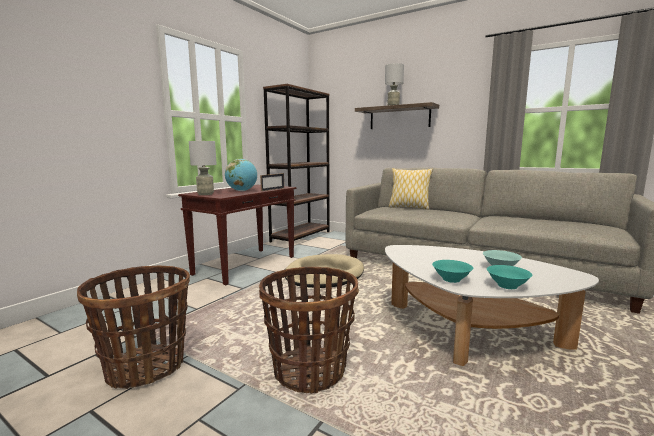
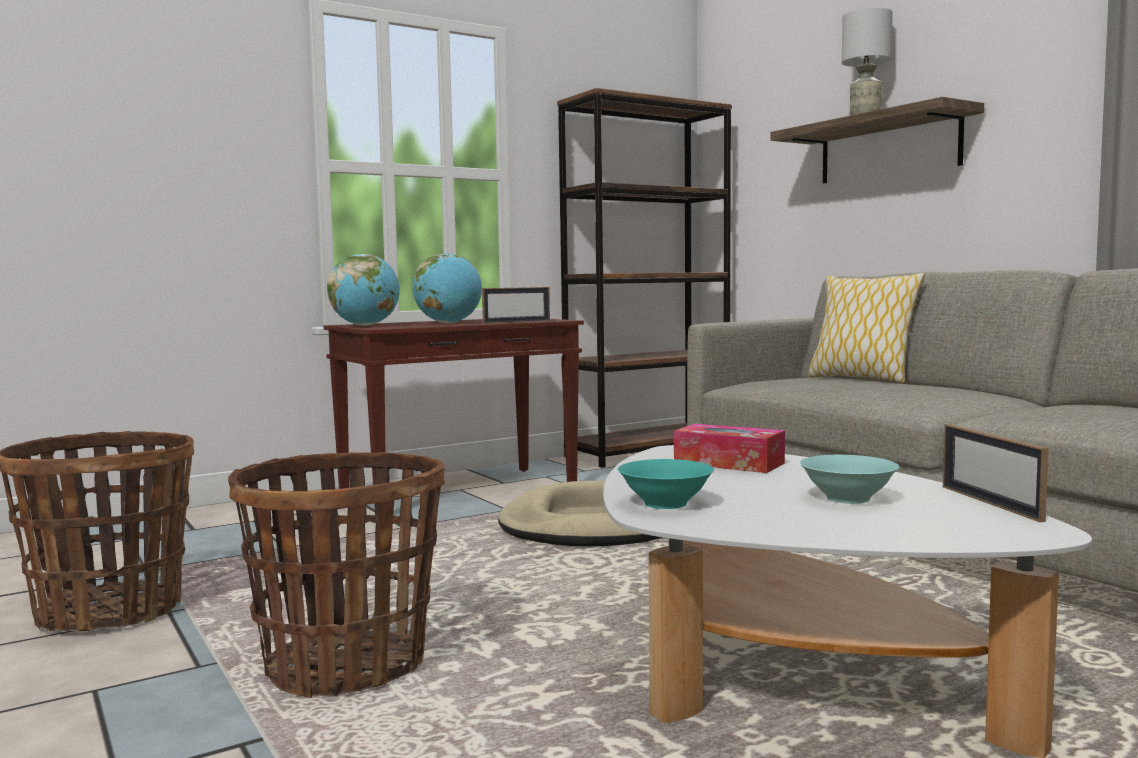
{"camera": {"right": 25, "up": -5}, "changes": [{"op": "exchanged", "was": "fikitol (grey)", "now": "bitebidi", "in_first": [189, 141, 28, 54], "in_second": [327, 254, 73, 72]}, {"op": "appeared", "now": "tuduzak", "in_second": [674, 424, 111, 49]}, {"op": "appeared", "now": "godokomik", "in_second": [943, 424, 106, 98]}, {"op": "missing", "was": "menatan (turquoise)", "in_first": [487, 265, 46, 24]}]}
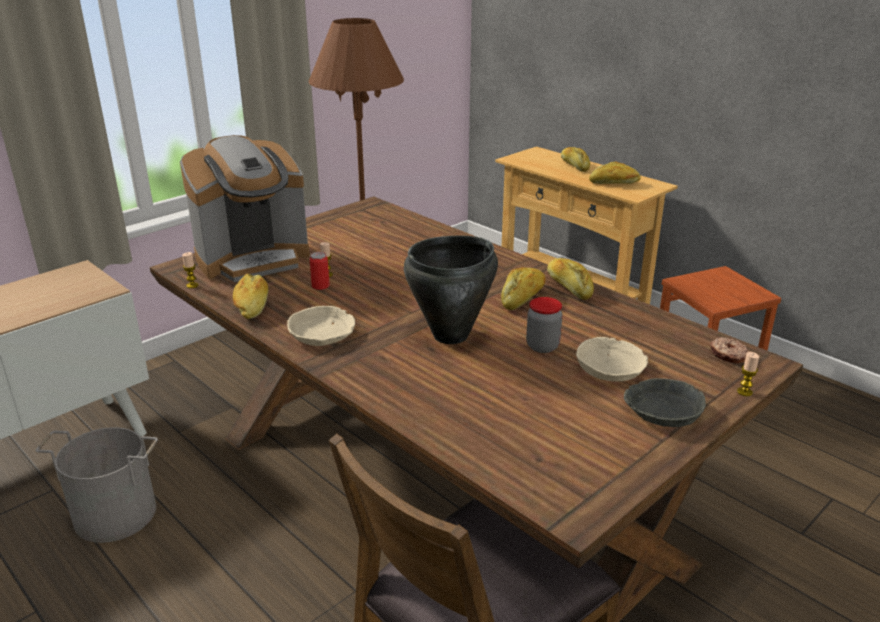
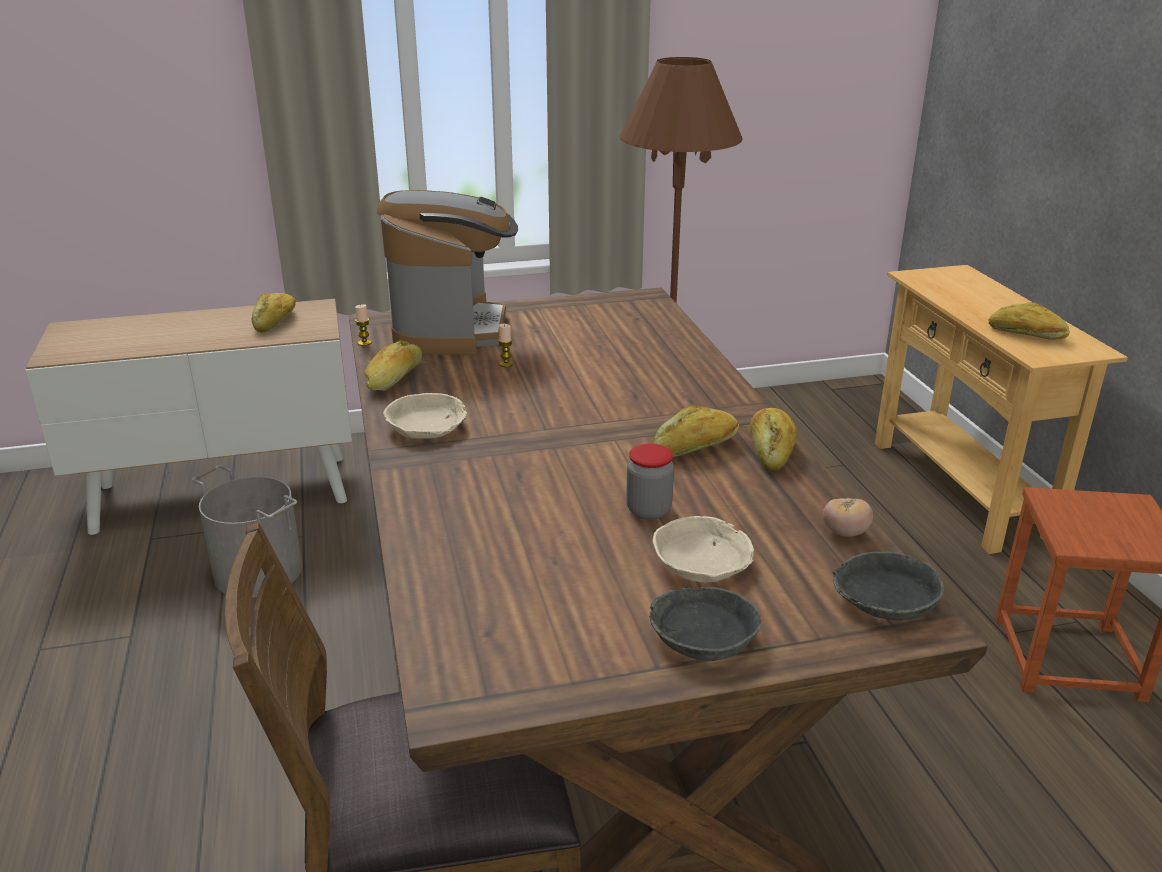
{"camera": {"right": 30, "up": 0}, "changes": [{"op": "relocated", "was": "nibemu", "in_first": [561, 147, 29, 25], "in_second": [252, 293, 44, 39]}, {"op": "spun", "was": "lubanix", "in_first": [180, 135, 130, 147], "in_second": [377, 190, 141, 165], "clockwise": -90}, {"op": "appeared", "now": "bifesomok", "in_second": [823, 498, 50, 39]}, {"op": "exchanged", "was": "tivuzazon", "now": "menatan (grey)", "in_first": [710, 337, 39, 26], "in_second": [832, 552, 112, 68]}, {"op": "missing", "was": "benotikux", "in_first": [310, 252, 20, 38]}, {"op": "missing", "was": "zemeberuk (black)", "in_first": [404, 236, 94, 108]}, {"op": "missing", "was": "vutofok", "in_first": [737, 352, 22, 44]}]}
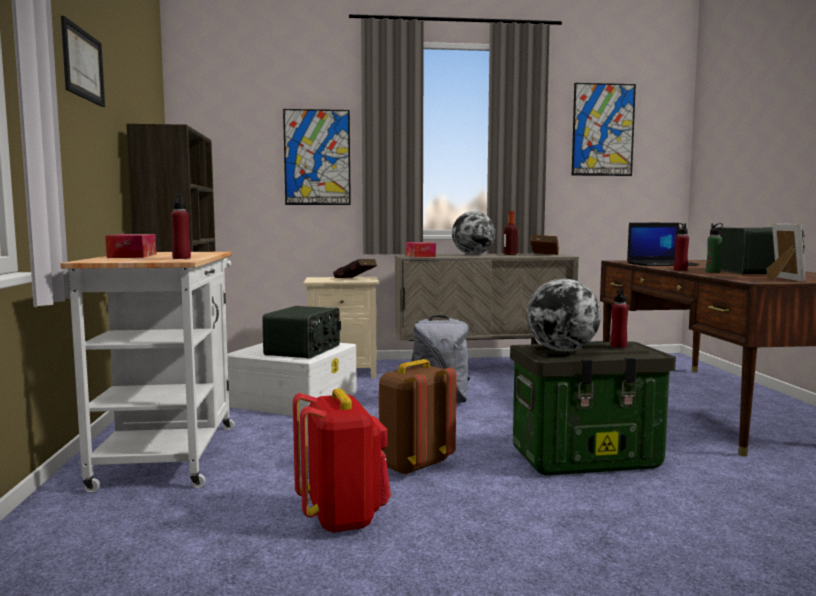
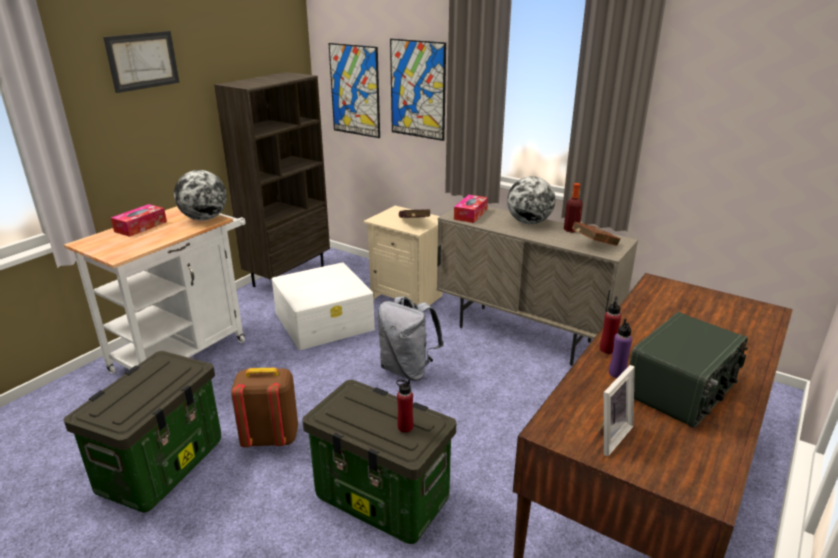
{"camera": {"right": 40, "up": 20}, "changes": [{"op": "exchanged", "was": "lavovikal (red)", "now": "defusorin", "in_first": [293, 388, 98, 145], "in_second": [64, 351, 157, 162]}, {"op": "relocated", "was": "bitebidi", "in_first": [526, 279, 75, 72], "in_second": [174, 170, 53, 51]}, {"op": "relocated", "was": "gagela", "in_first": [572, 83, 64, 93], "in_second": [329, 43, 51, 95]}, {"op": "colour", "was": "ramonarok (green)", "now": "ramonarok (purple)", "in_first": [706, 223, 17, 50], "in_second": [609, 319, 23, 59]}, {"op": "missing", "was": "ramonarok (red)", "in_first": [171, 194, 20, 65]}, {"op": "missing", "was": "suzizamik", "in_first": [262, 306, 79, 53]}, {"op": "missing", "was": "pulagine", "in_first": [627, 223, 73, 43]}]}
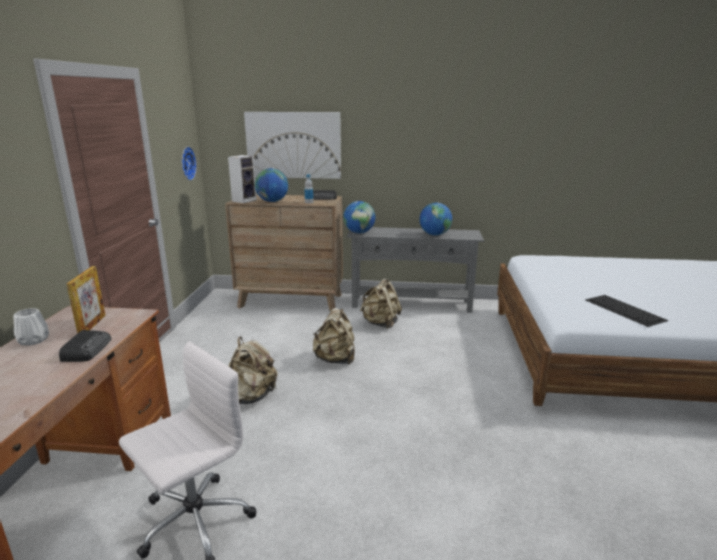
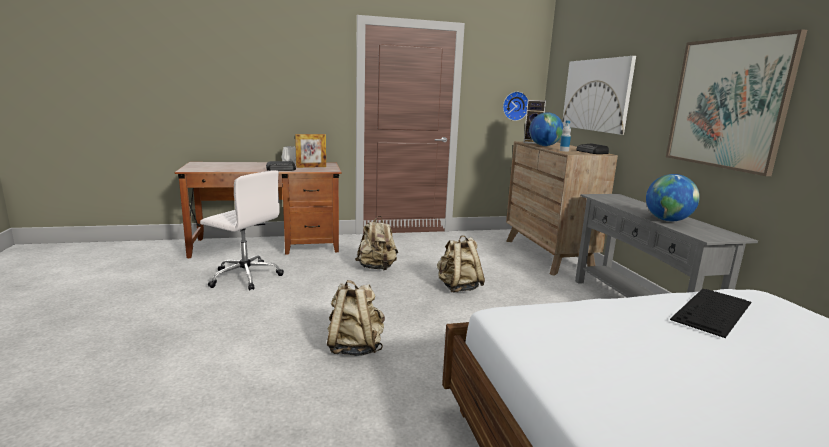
{"camera": {"right": 70, "up": -5}, "changes": [{"op": "relocated", "was": "lavovikal (beige)", "in_first": [360, 279, 42, 50], "in_second": [327, 280, 58, 76]}, {"op": "appeared", "now": "gagela", "in_second": [666, 29, 141, 147]}, {"op": "relocated", "was": "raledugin", "in_first": [585, 295, 83, 32], "in_second": [670, 289, 81, 49]}, {"op": "missing", "was": "bitebidi", "in_first": [343, 201, 32, 32]}]}
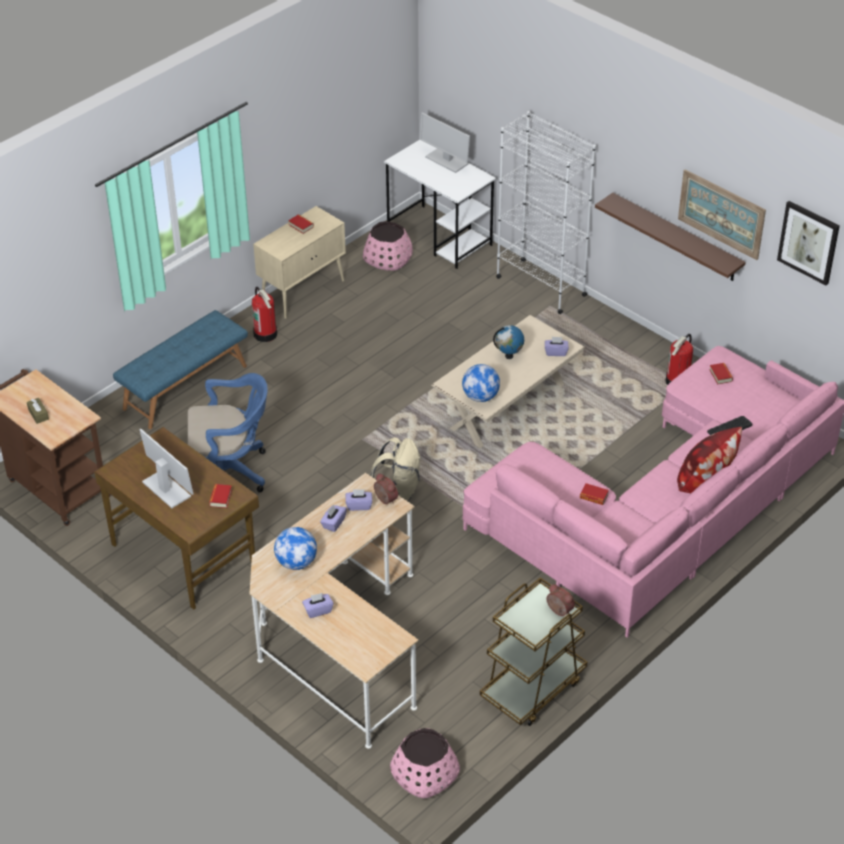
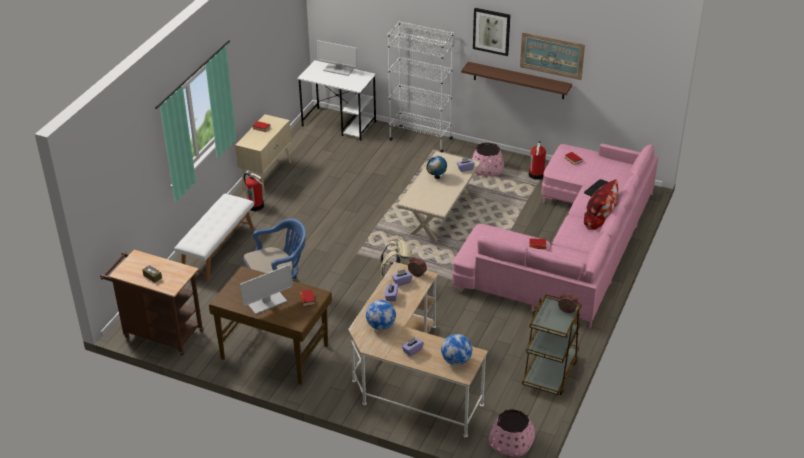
{"camera": {"right": -20, "up": -5}, "changes": [{"op": "colour", "was": "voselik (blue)", "now": "voselik (white)", "in_first": [113, 310, 135, 119], "in_second": [175, 194, 79, 88]}, {"op": "spun", "was": "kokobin", "in_first": [140, 429, 54, 79], "in_second": [240, 264, 53, 51], "clockwise": 120}, {"op": "relocated", "was": "bitebidi", "in_first": [462, 364, 38, 38], "in_second": [441, 334, 31, 31]}, {"op": "relocated", "was": "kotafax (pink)", "in_first": [363, 221, 50, 50], "in_second": [472, 143, 32, 33]}, {"op": "relocated", "was": "gagela", "in_first": [777, 201, 63, 84], "in_second": [473, 8, 38, 48]}]}
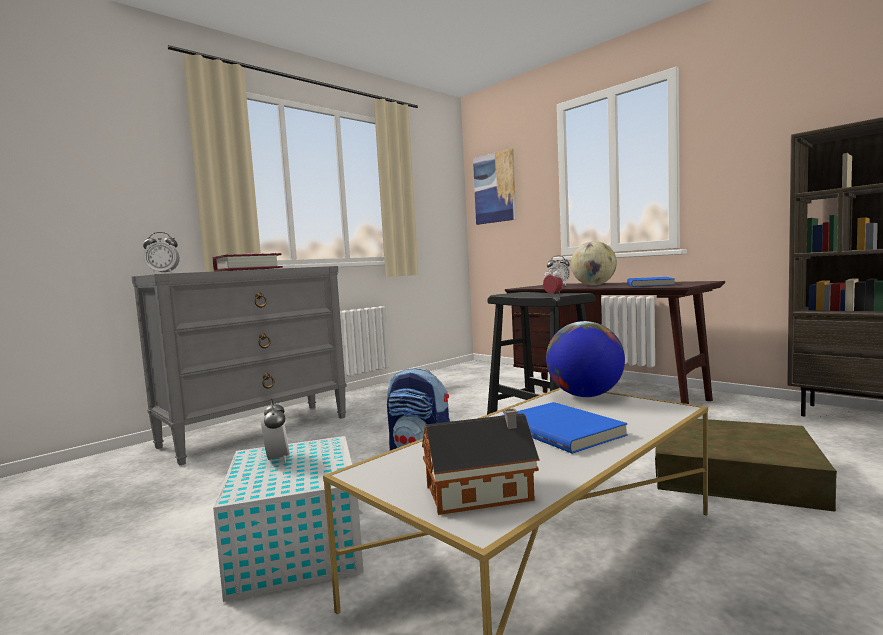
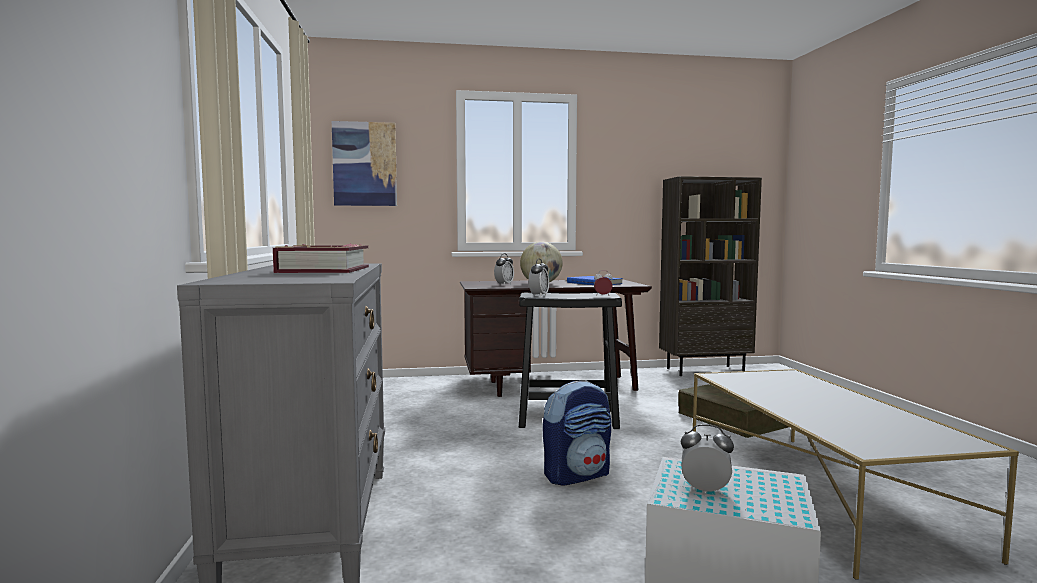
{"camera": {"right": -55, "up": 0}, "changes": [{"op": "relocated", "was": "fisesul", "in_first": [143, 232, 37, 42], "in_second": [529, 259, 20, 38]}, {"op": "missing", "was": "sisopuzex", "in_first": [422, 408, 117, 107]}, {"op": "missing", "was": "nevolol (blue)", "in_first": [502, 402, 126, 52]}, {"op": "missing", "was": "bitebidi", "in_first": [546, 321, 79, 76]}]}
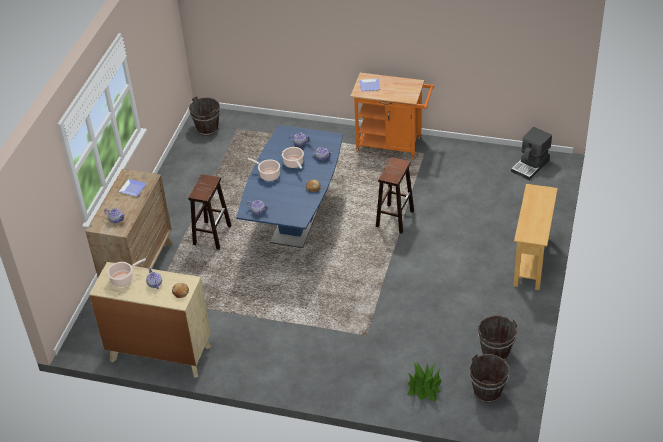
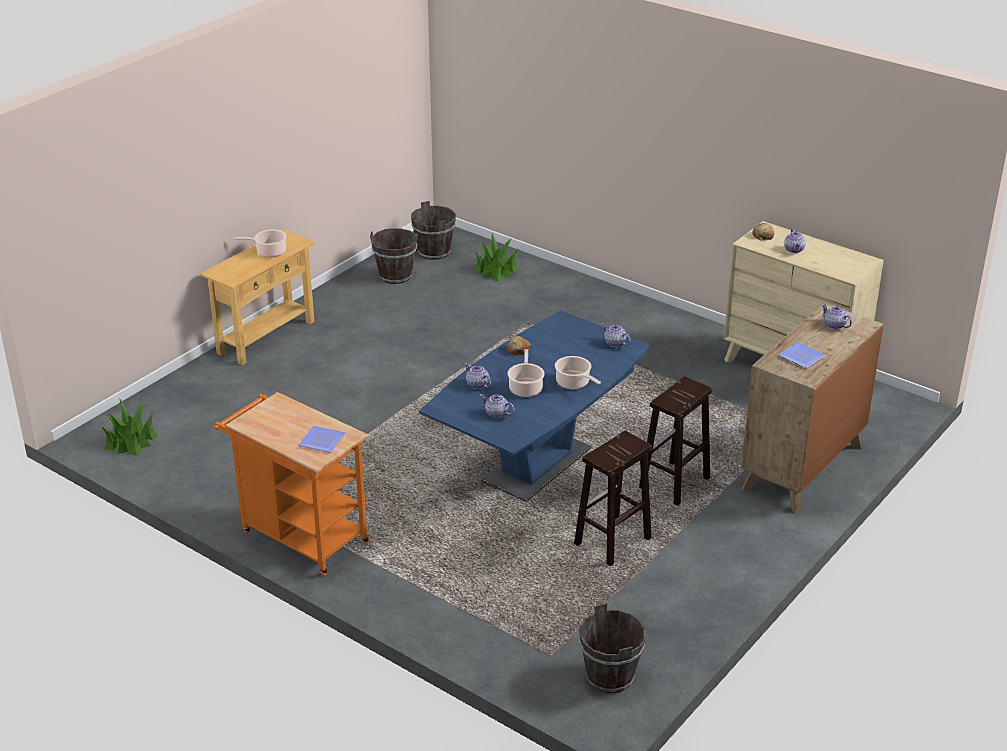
{"camera": {"right": -160, "up": -10}, "changes": [{"op": "exchanged", "was": "lubanix", "now": "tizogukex", "in_first": [511, 127, 41, 53], "in_second": [102, 399, 56, 57]}, {"op": "relocated", "was": "zemeberuk", "in_first": [107, 258, 39, 29], "in_second": [234, 230, 53, 27]}, {"op": "relocated", "was": "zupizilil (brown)", "in_first": [376, 157, 38, 77], "in_second": [574, 431, 78, 135]}]}
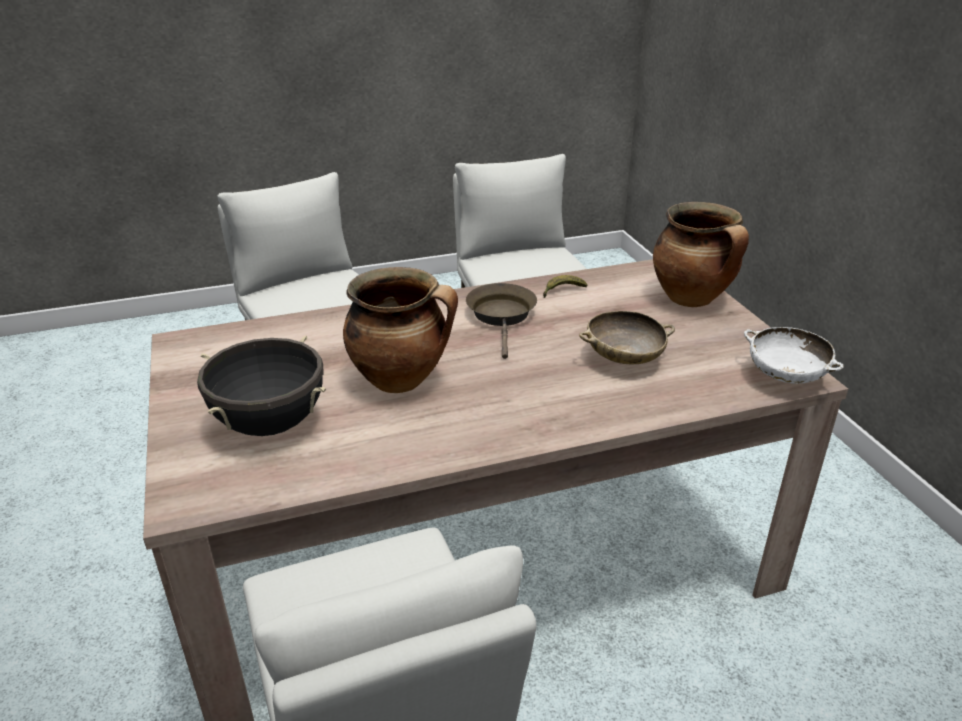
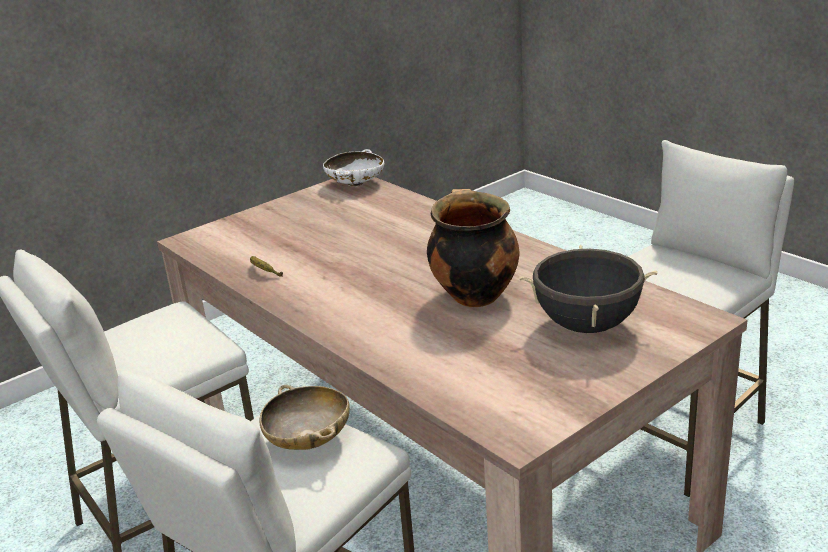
{"camera": {"right": -110, "up": -5}, "changes": [{"op": "relocated", "was": "menatan (beige)", "in_first": [579, 311, 96, 53], "in_second": [260, 385, 90, 65]}, {"op": "missing", "was": "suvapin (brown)", "in_first": [466, 283, 71, 76]}, {"op": "missing", "was": "zemeberuk", "in_first": [653, 202, 96, 105]}]}
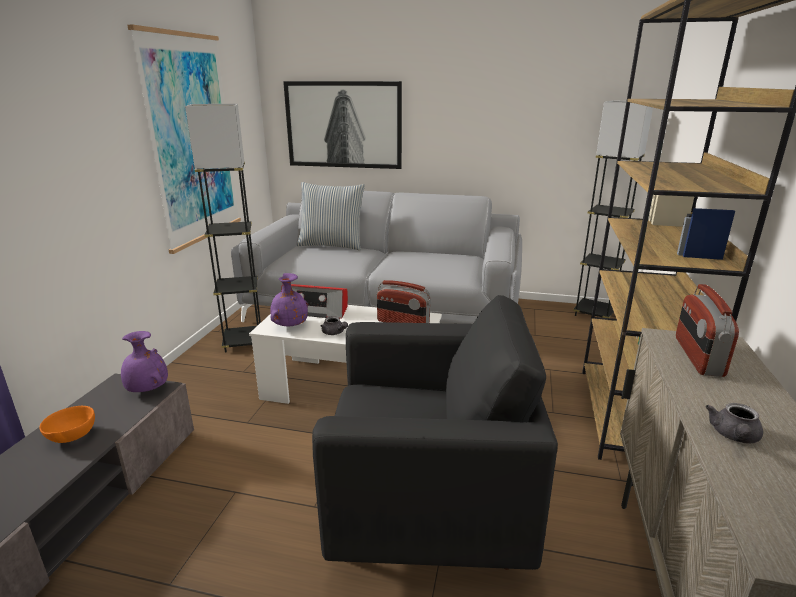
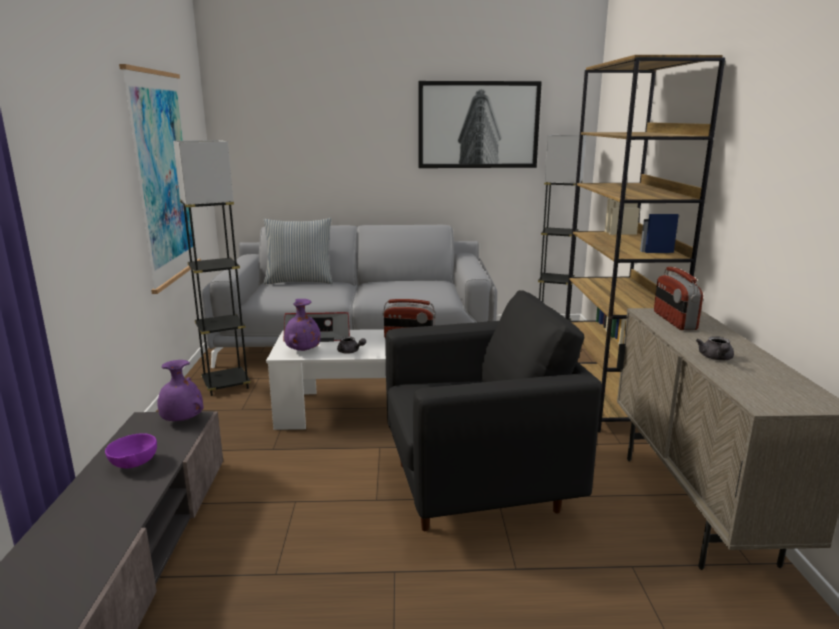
{"camera": {"right": -15, "up": -5}, "changes": [{"op": "colour", "was": "menatan (orange)", "now": "menatan (purple)", "in_first": [39, 406, 56, 37], "in_second": [105, 433, 52, 36]}, {"op": "relocated", "was": "gagela", "in_first": [283, 81, 119, 88], "in_second": [419, 81, 123, 87]}]}
